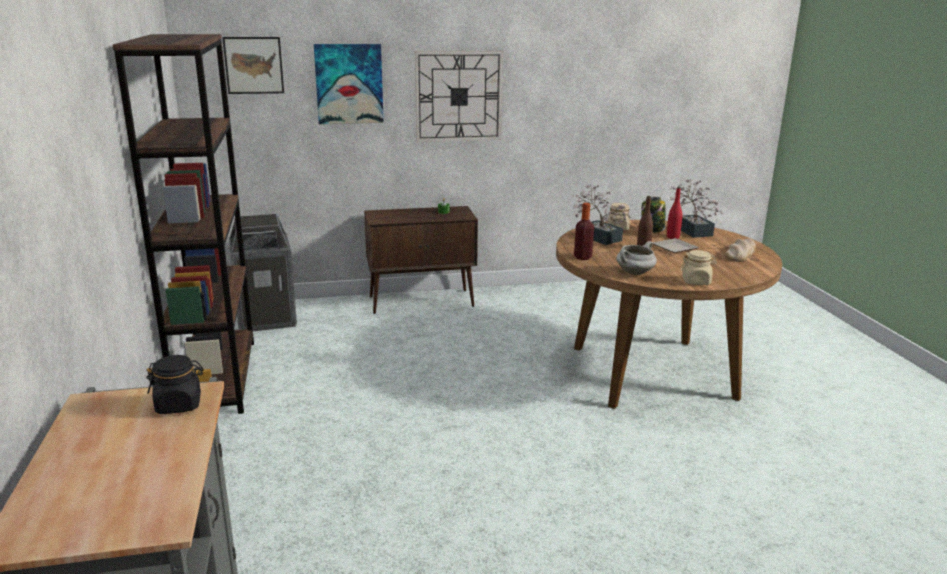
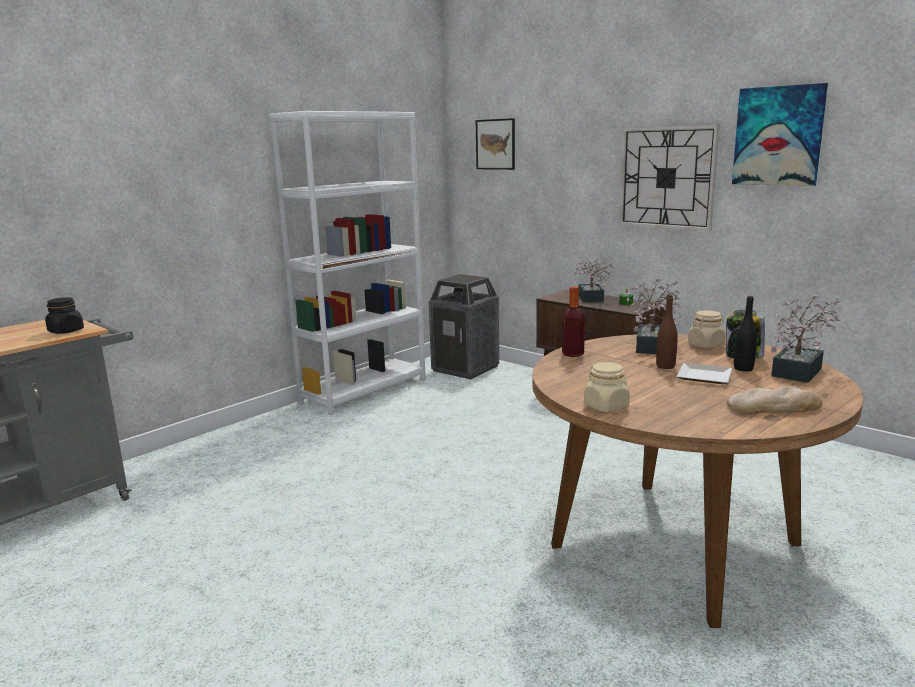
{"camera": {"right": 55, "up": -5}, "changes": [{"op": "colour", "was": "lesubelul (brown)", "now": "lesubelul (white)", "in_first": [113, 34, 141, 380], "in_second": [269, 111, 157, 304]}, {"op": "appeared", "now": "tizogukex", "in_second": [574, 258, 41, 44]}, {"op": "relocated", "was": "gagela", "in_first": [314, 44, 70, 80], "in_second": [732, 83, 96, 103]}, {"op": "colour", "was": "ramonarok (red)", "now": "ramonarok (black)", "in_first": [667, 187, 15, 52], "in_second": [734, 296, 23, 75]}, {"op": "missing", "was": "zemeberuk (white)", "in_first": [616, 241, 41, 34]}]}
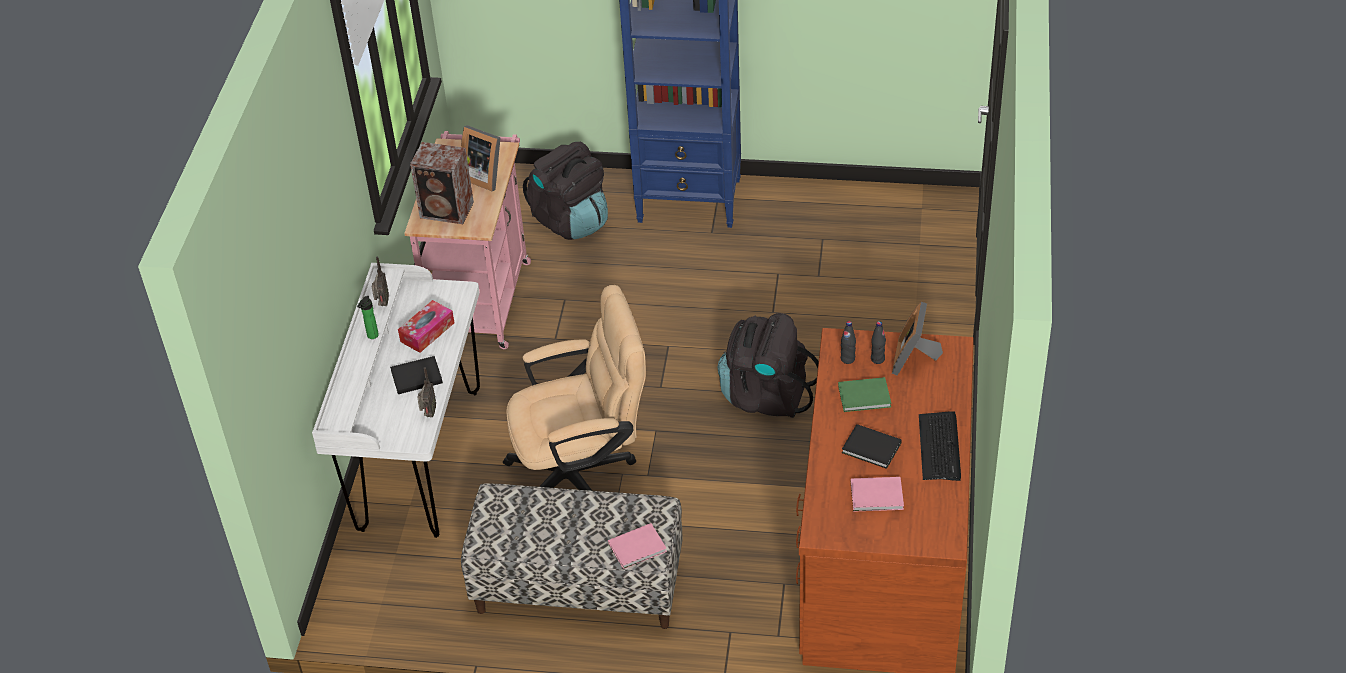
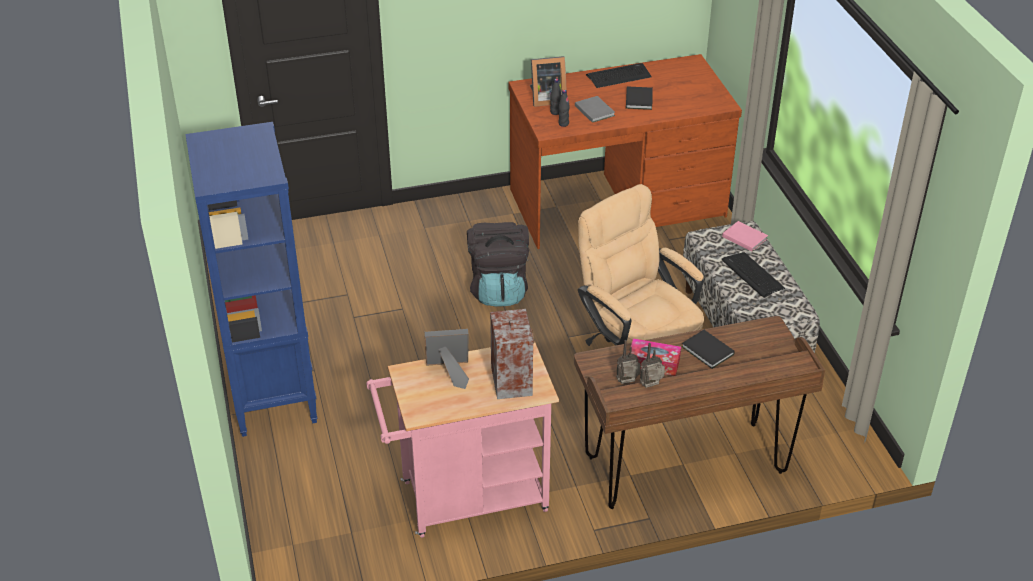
{"camera": {"right": -115, "up": -5}, "changes": [{"op": "spun", "was": "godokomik", "in_first": [461, 125, 39, 67], "in_second": [425, 329, 44, 60], "clockwise": -105}, {"op": "colour", "was": "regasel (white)", "now": "regasel (brown)", "in_first": [312, 263, 168, 275], "in_second": [574, 316, 251, 193]}, {"op": "colour", "was": "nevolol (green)", "now": "nevolol (grey)", "in_first": [838, 377, 53, 35], "in_second": [575, 96, 40, 27]}, {"op": "relocated", "was": "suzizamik", "in_first": [417, 367, 19, 50], "in_second": [616, 340, 25, 44]}, {"op": "appeared", "now": "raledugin", "in_second": [721, 252, 64, 46]}, {"op": "missing", "was": "ramonarok", "in_first": [357, 296, 22, 43]}, {"op": "missing", "was": "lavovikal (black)", "in_first": [523, 142, 85, 98]}, {"op": "missing", "was": "nevolol (pink)", "in_first": [851, 477, 53, 35]}]}
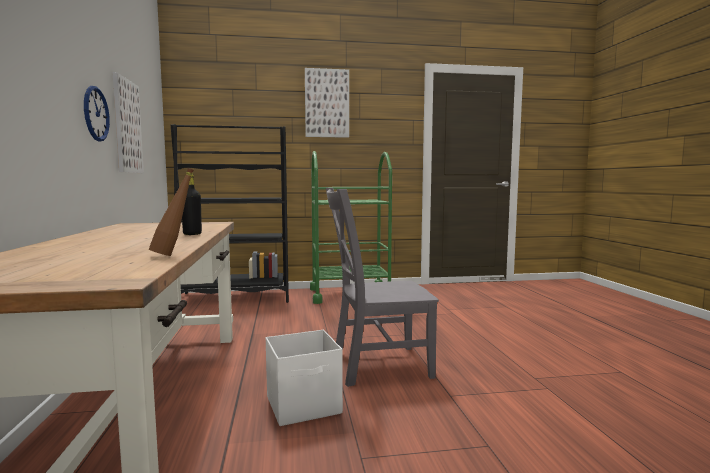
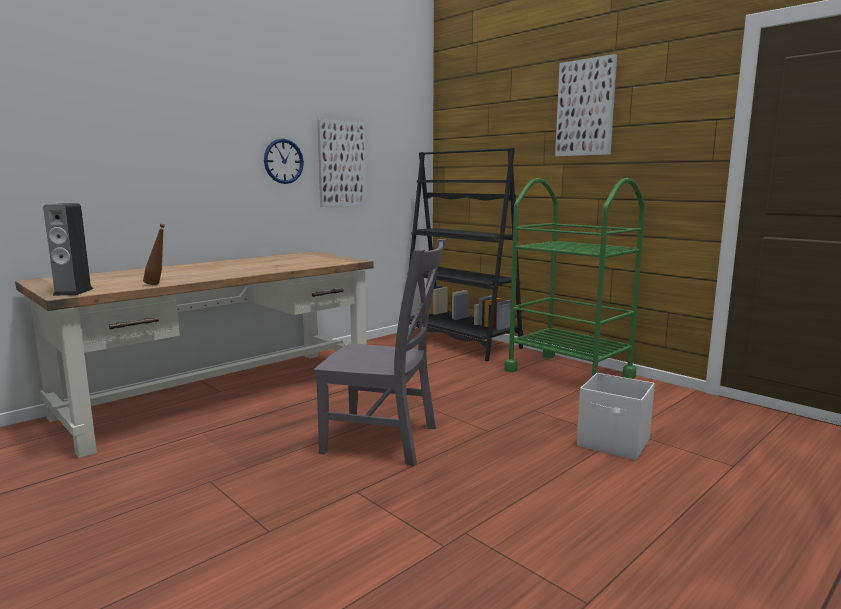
{"camera": {"right": 55, "up": 5}, "changes": [{"op": "appeared", "now": "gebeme", "in_second": [43, 203, 50, 93]}, {"op": "spun", "was": "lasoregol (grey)", "in_first": [326, 188, 113, 199], "in_second": [314, 239, 132, 227], "clockwise": 150}, {"op": "relocated", "was": "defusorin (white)", "in_first": [266, 330, 77, 96], "in_second": [577, 373, 78, 87]}, {"op": "missing", "was": "ramonarok (black)", "in_first": [182, 172, 20, 63]}]}
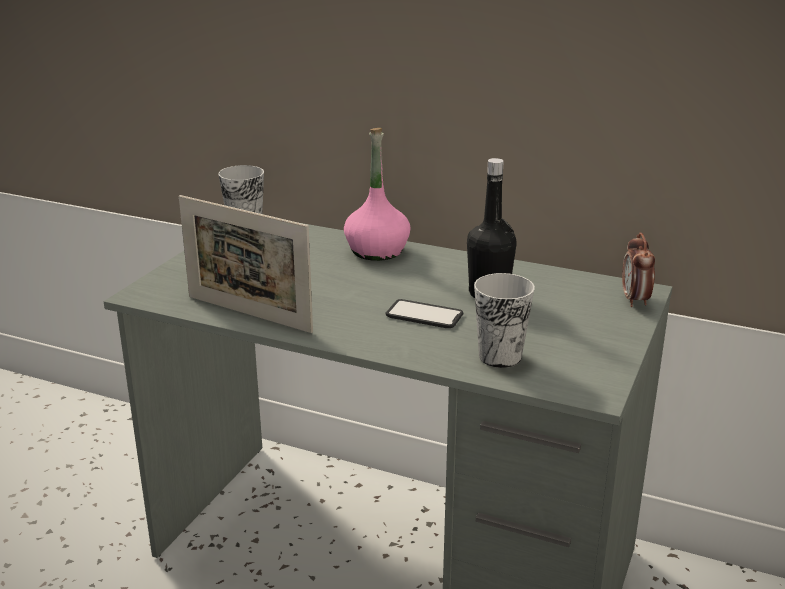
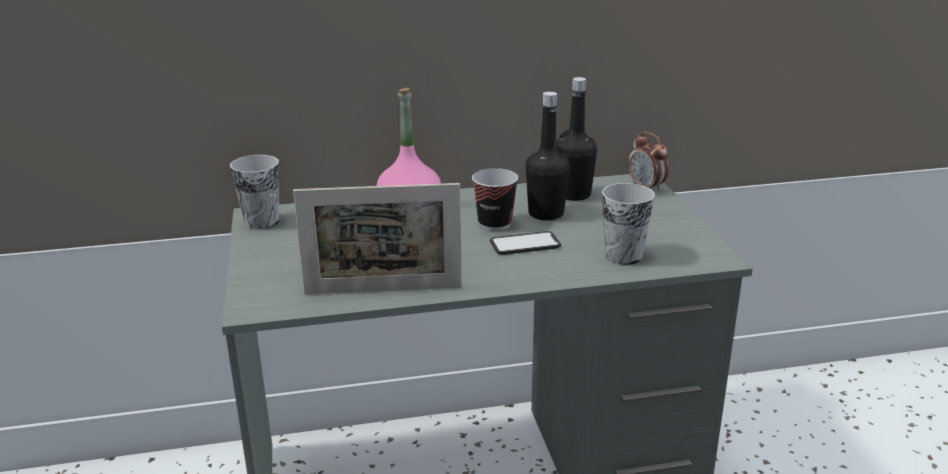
{"camera": {"right": -35, "up": 0}, "changes": [{"op": "appeared", "now": "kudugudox", "in_second": [472, 168, 46, 63]}, {"op": "appeared", "now": "ramonarok (black)", "in_second": [556, 77, 41, 124]}]}
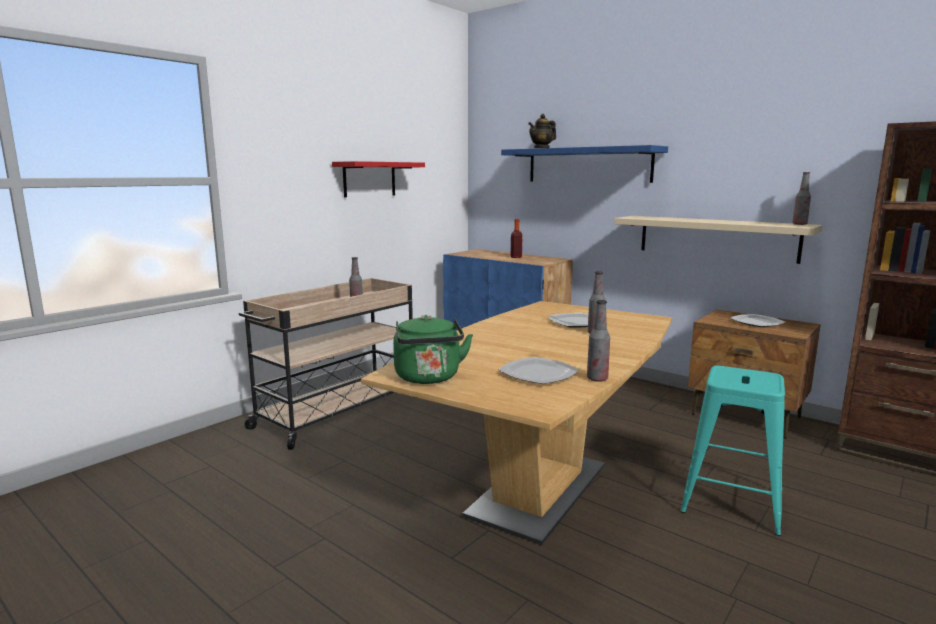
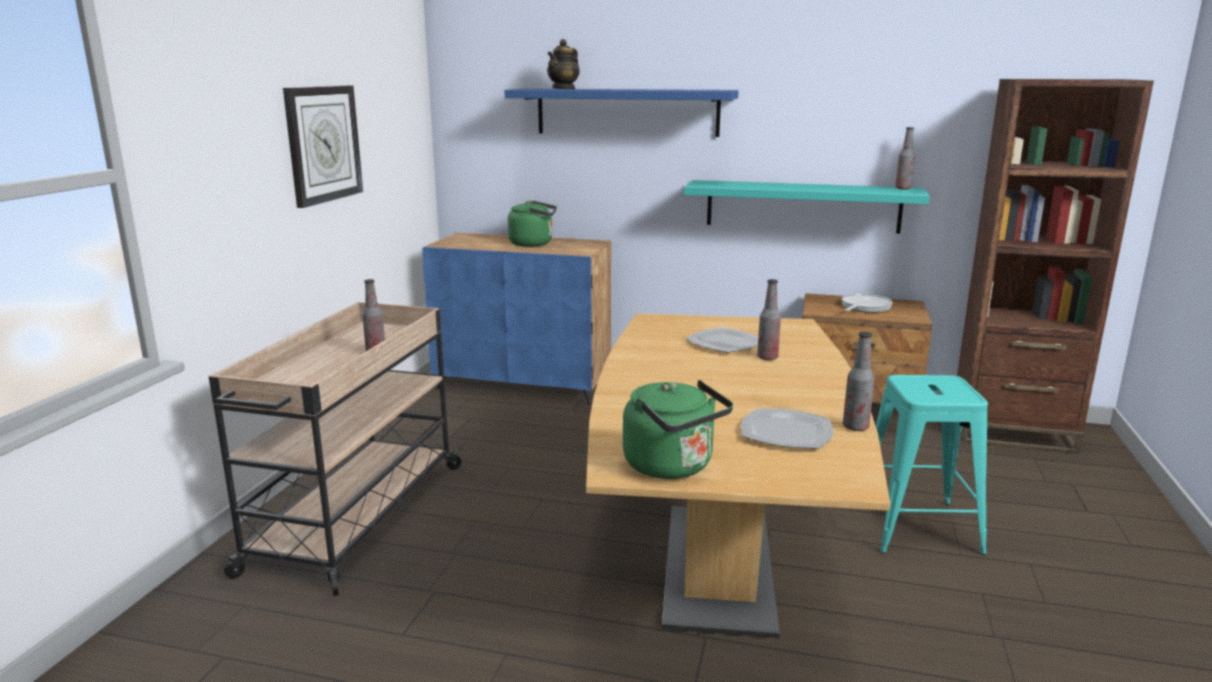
{"camera": {"right": -25, "up": 5}, "changes": [{"op": "exchanged", "was": "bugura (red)", "now": "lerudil", "in_first": [332, 161, 93, 36], "in_second": [283, 86, 80, 122]}, {"op": "exchanged", "was": "ramonarok", "now": "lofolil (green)", "in_first": [511, 219, 11, 39], "in_second": [508, 201, 49, 46]}, {"op": "colour", "was": "bugura (beige)", "now": "bugura (turquoise)", "in_first": [614, 216, 209, 48], "in_second": [684, 180, 246, 54]}, {"op": "exchanged", "was": "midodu", "now": "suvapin", "in_first": [730, 314, 55, 13], "in_second": [842, 294, 51, 19]}]}
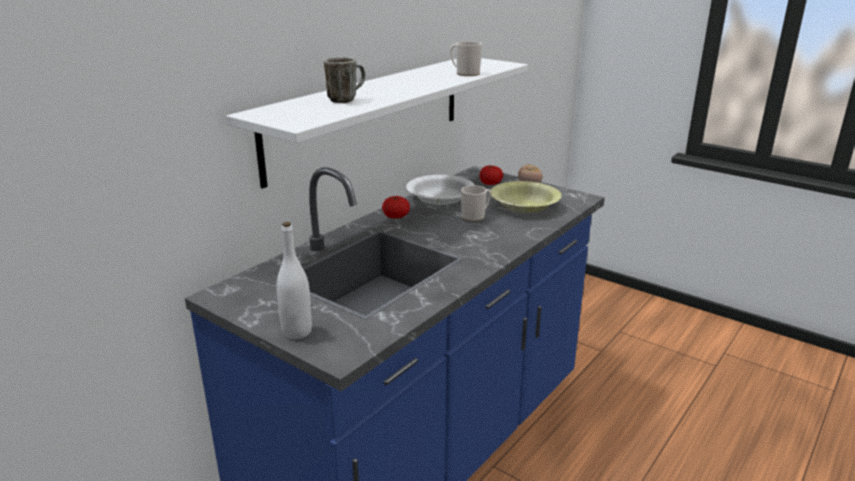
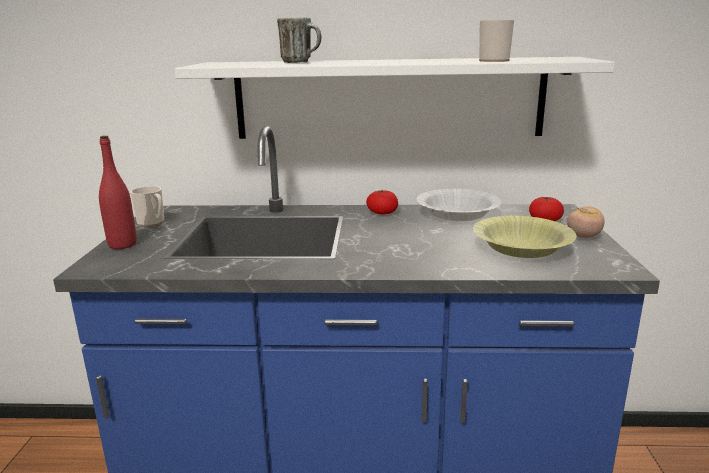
{"camera": {"right": 55, "up": -5}, "changes": [{"op": "colour", "was": "ramonarok (white)", "now": "ramonarok (red)", "in_first": [276, 222, 36, 117], "in_second": [99, 136, 37, 113]}, {"op": "relocated", "was": "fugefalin", "in_first": [461, 185, 30, 37], "in_second": [130, 186, 34, 41]}]}
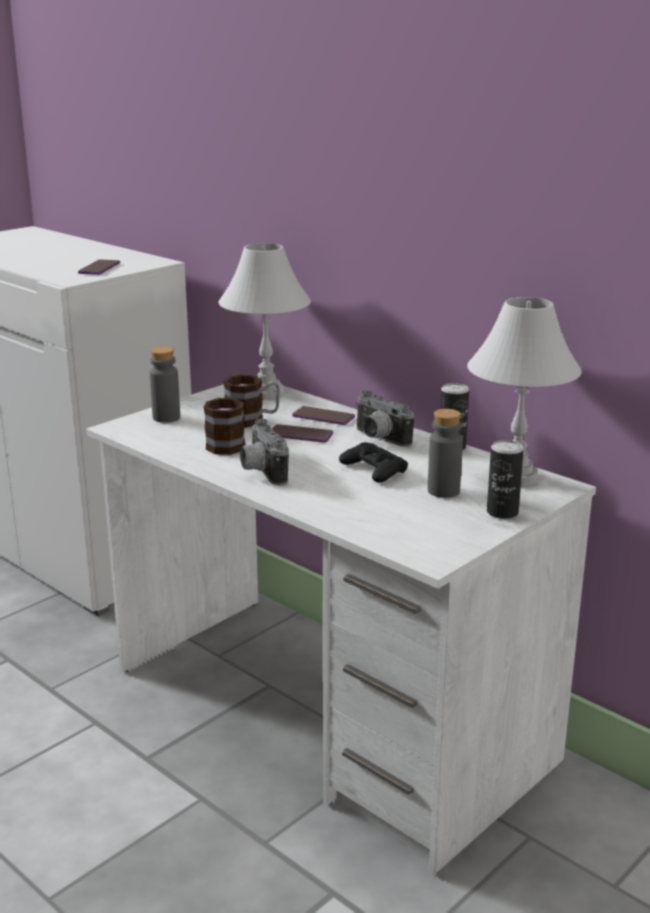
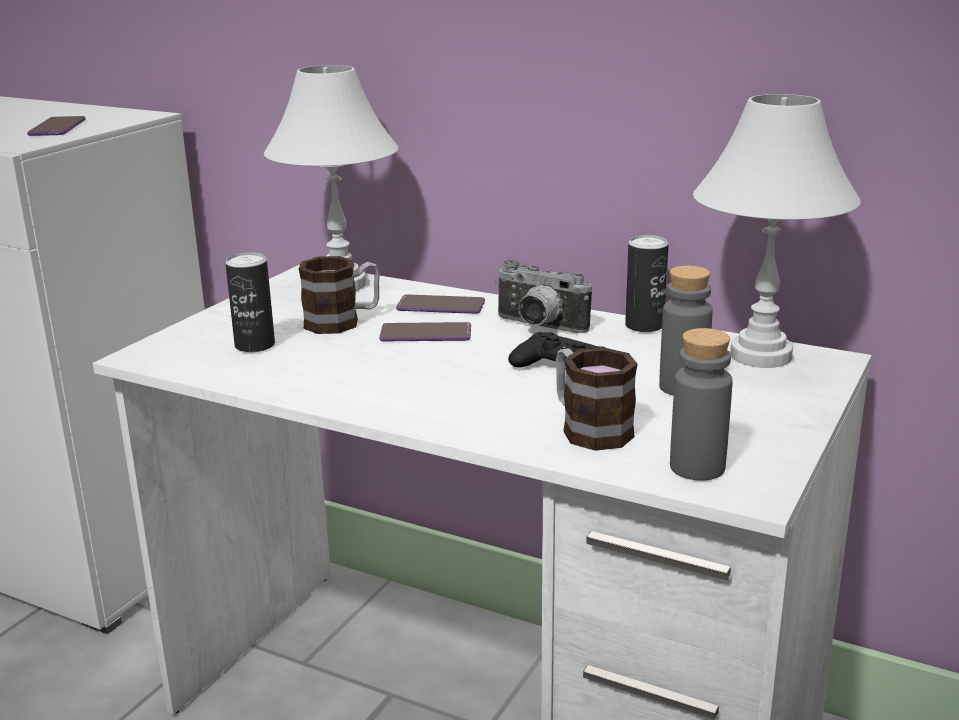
{"camera": {"right": -15, "up": 0}, "changes": [{"op": "relocated", "was": "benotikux", "in_first": [487, 440, 37, 79], "in_second": [225, 252, 50, 100]}, {"op": "relocated", "was": "fugefalin", "in_first": [204, 397, 41, 58], "in_second": [556, 348, 81, 103]}, {"op": "relocated", "was": "ramonarok (grey)", "in_first": [150, 347, 30, 76], "in_second": [670, 328, 63, 153]}, {"op": "missing", "was": "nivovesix", "in_first": [240, 418, 49, 67]}]}
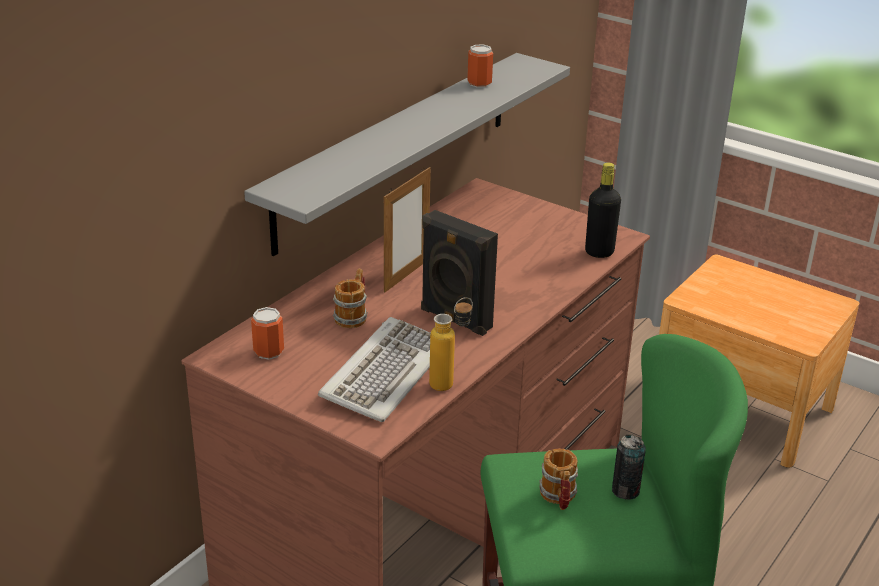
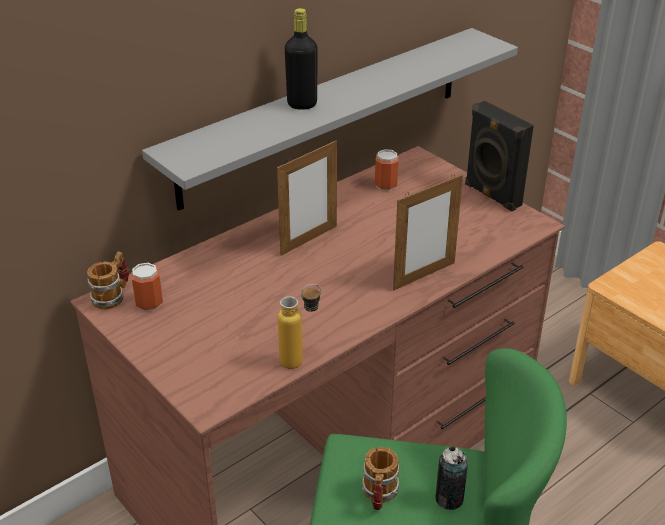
{"camera": {"right": 15, "up": 5}, "changes": [{"op": "relocated", "was": "fugefalin", "in_first": [333, 268, 35, 60], "in_second": [87, 251, 42, 58]}, {"op": "relocated", "was": "ramonarok (black)", "in_first": [585, 162, 36, 96], "in_second": [285, 8, 33, 102]}, {"op": "relocated", "was": "benotikux", "in_first": [467, 45, 26, 43], "in_second": [375, 149, 24, 42]}, {"op": "appeared", "now": "godokomik", "in_second": [393, 174, 70, 116]}, {"op": "relocated", "was": "gebeme (black)", "in_first": [421, 210, 77, 126], "in_second": [465, 101, 69, 110]}, {"op": "missing", "was": "raledugin", "in_first": [318, 317, 113, 105]}]}
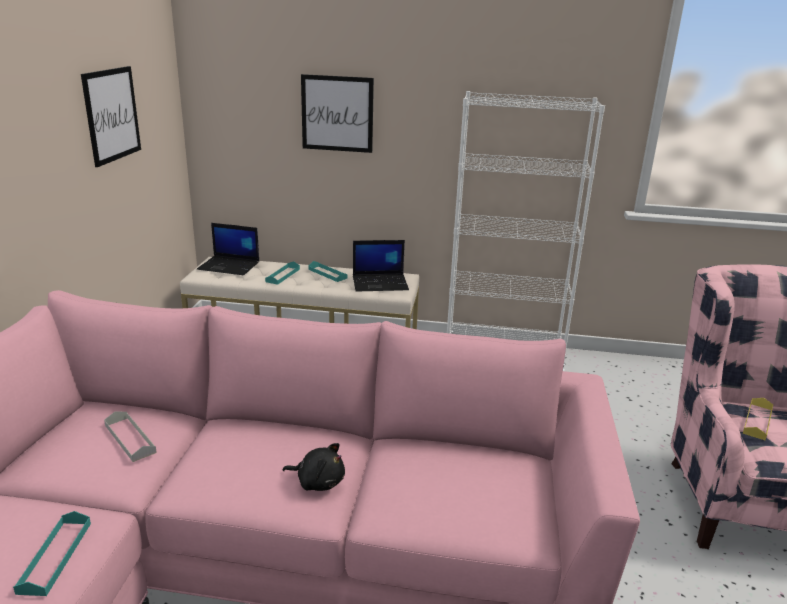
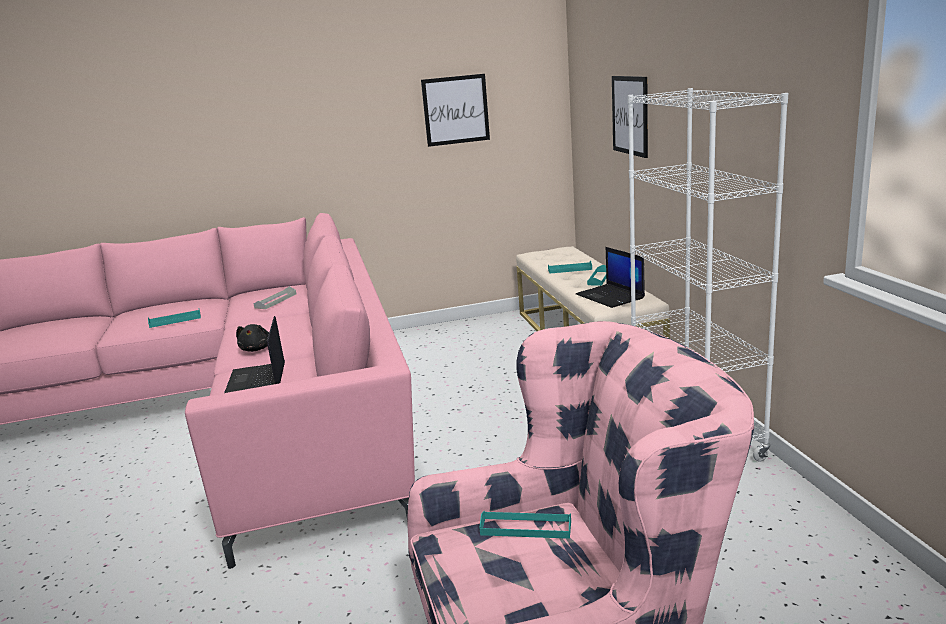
{"camera": {"right": 70, "up": -5}, "changes": [{"op": "relocated", "was": "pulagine", "in_first": [197, 223, 62, 52], "in_second": [224, 316, 61, 77]}, {"op": "colour", "was": "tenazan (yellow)", "now": "tenazan (turquoise)", "in_first": [743, 398, 30, 42], "in_second": [479, 511, 92, 28]}]}
